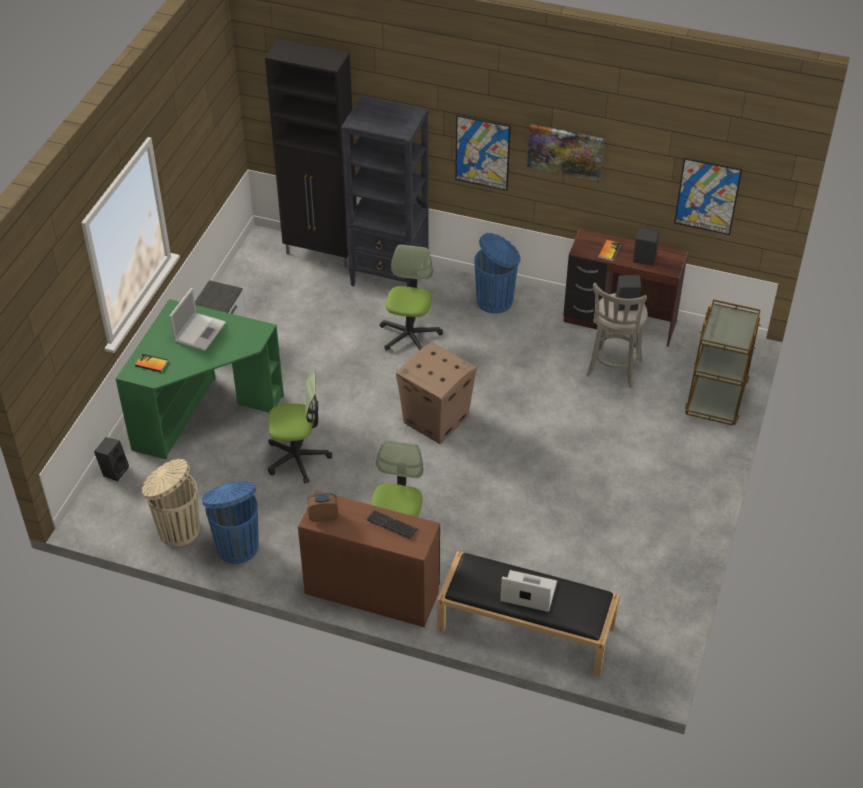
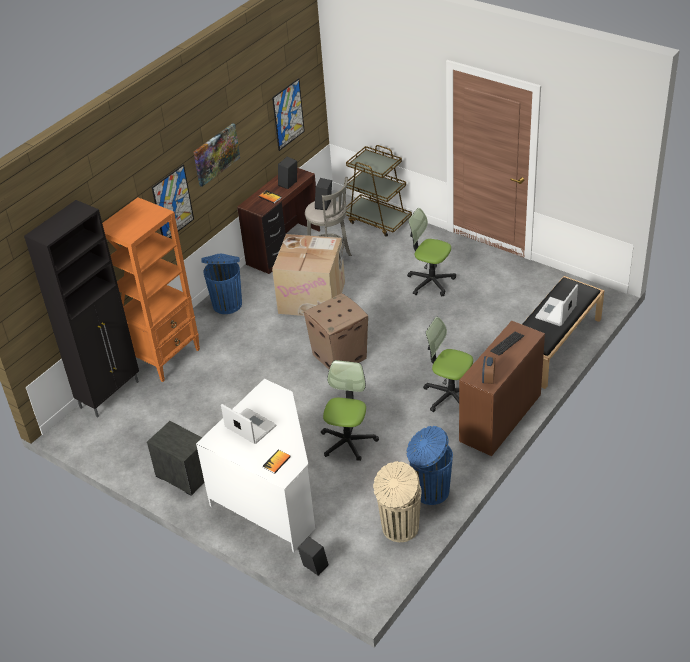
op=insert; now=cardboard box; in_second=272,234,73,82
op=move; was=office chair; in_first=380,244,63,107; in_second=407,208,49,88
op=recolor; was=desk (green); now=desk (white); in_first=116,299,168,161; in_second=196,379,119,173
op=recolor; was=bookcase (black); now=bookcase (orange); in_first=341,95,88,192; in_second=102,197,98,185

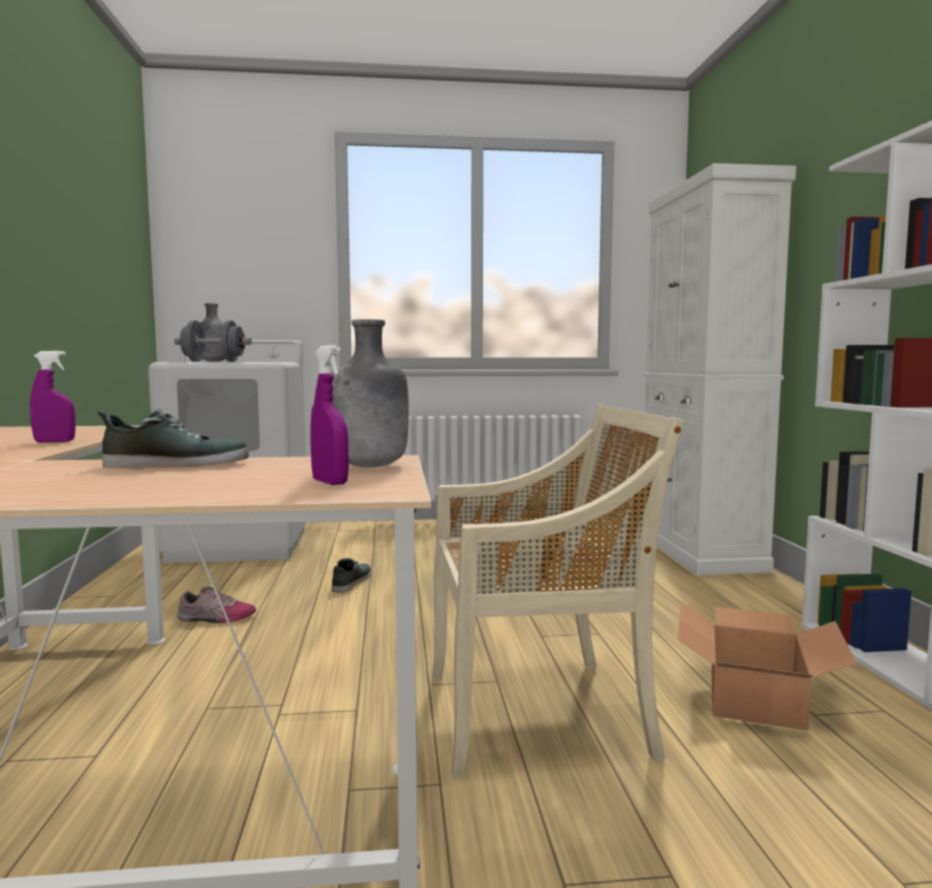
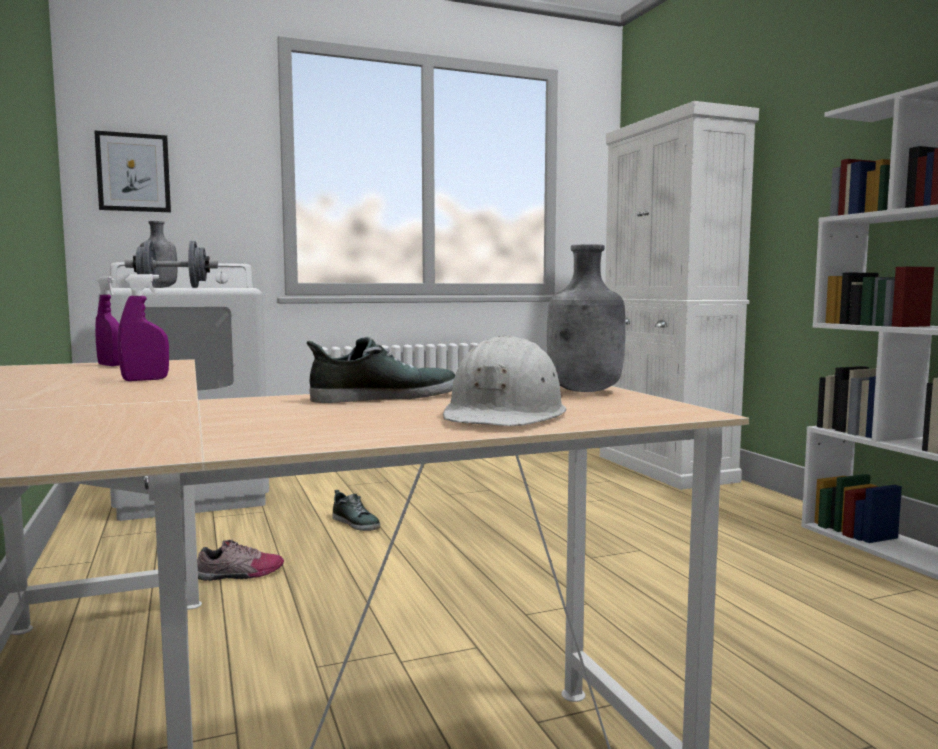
op=delete; was=chair (beige); in_first=432,404,253,374
op=delete; was=cardboard box; in_first=678,603,179,128
op=insert; now=picture; in_second=94,130,77,82
op=insert; now=hard hat (white); in_second=443,335,123,91
op=move; was=spray bottle (purple); in_first=310,345,39,140; in_second=95,276,25,90
op=rotate; was=shoe; in_first=332,558,39,35; in_second=332,490,48,41; clockwise=135

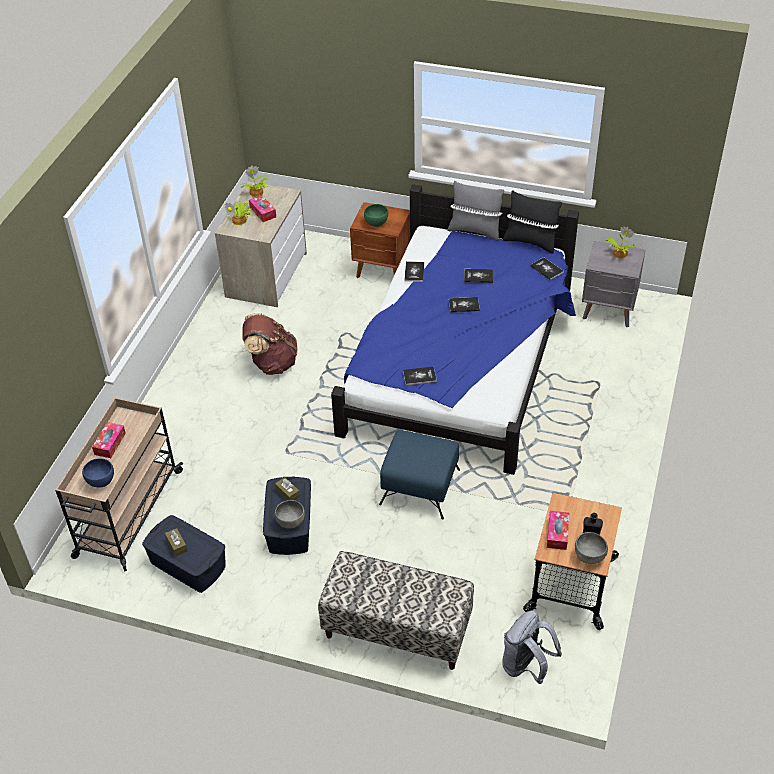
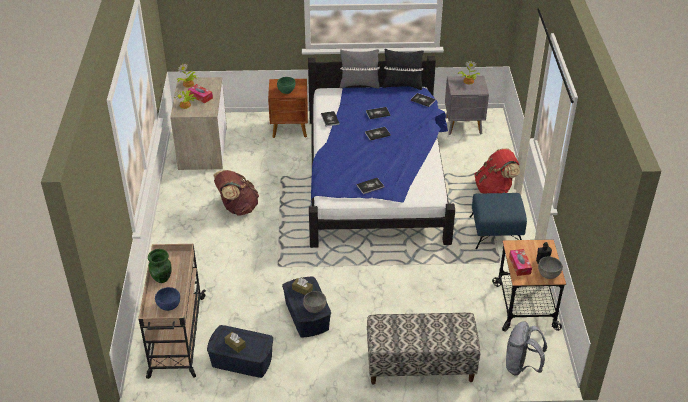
op=insert; now=backpack (red); in_second=474,148,46,45
op=move; was=ottoman (blue); in_first=379,430,81,89; in_second=470,193,57,56
op=replace; was=tissue box; now=vase (green); in_first=92,422,34,36; in_second=148,249,23,34

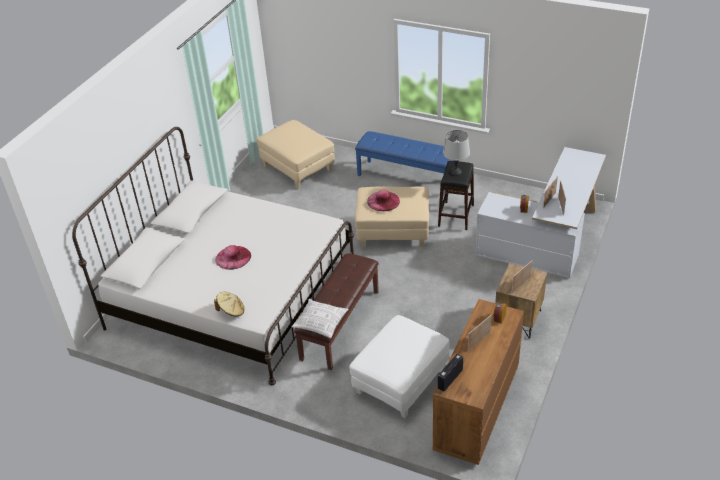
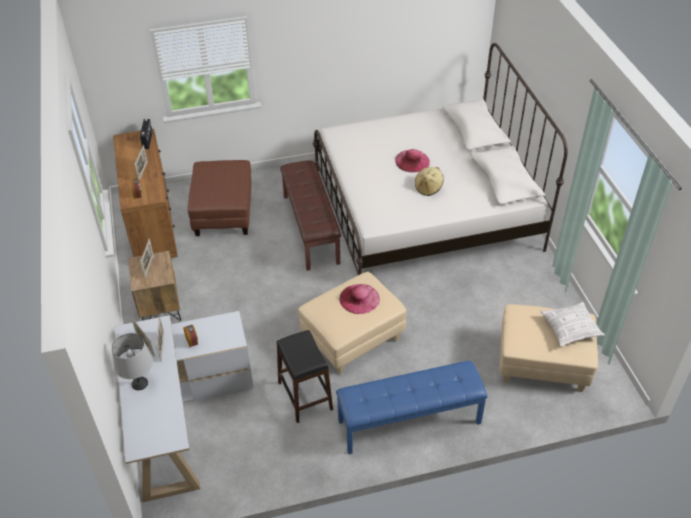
op=move; was=hat (beige); in_first=214,292,31,25; in_second=415,167,29,29
op=move; was=pillow; in_first=292,299,57,39; in_second=540,302,65,45
op=move; was=table lamp (grey); in_first=443,130,27,45; in_second=112,333,41,57
op=recolor; was=ottoman (white); now=ottoman (brown); in_first=349,315,100,103; in_second=188,160,63,76

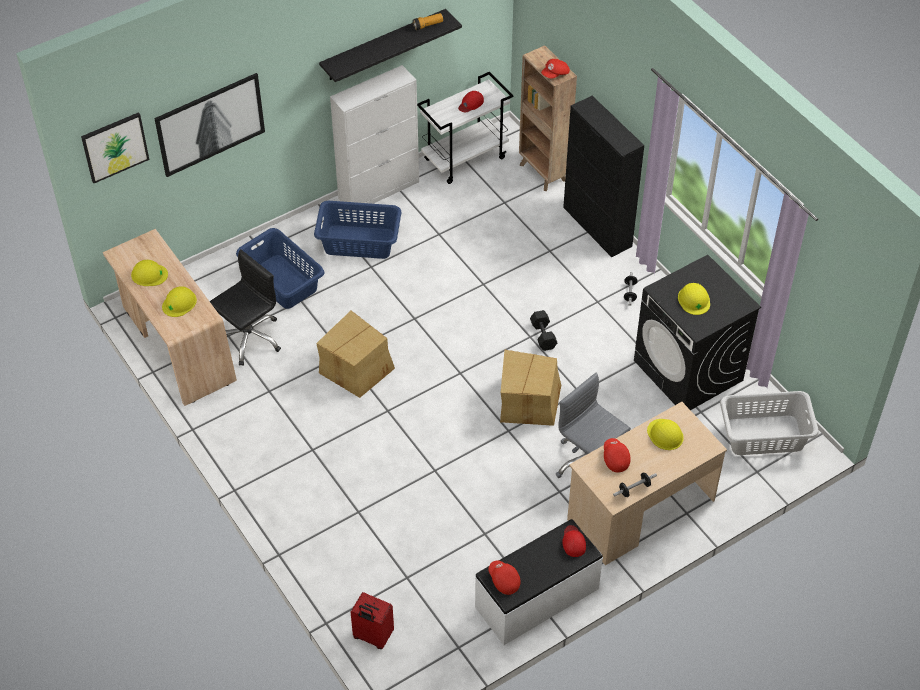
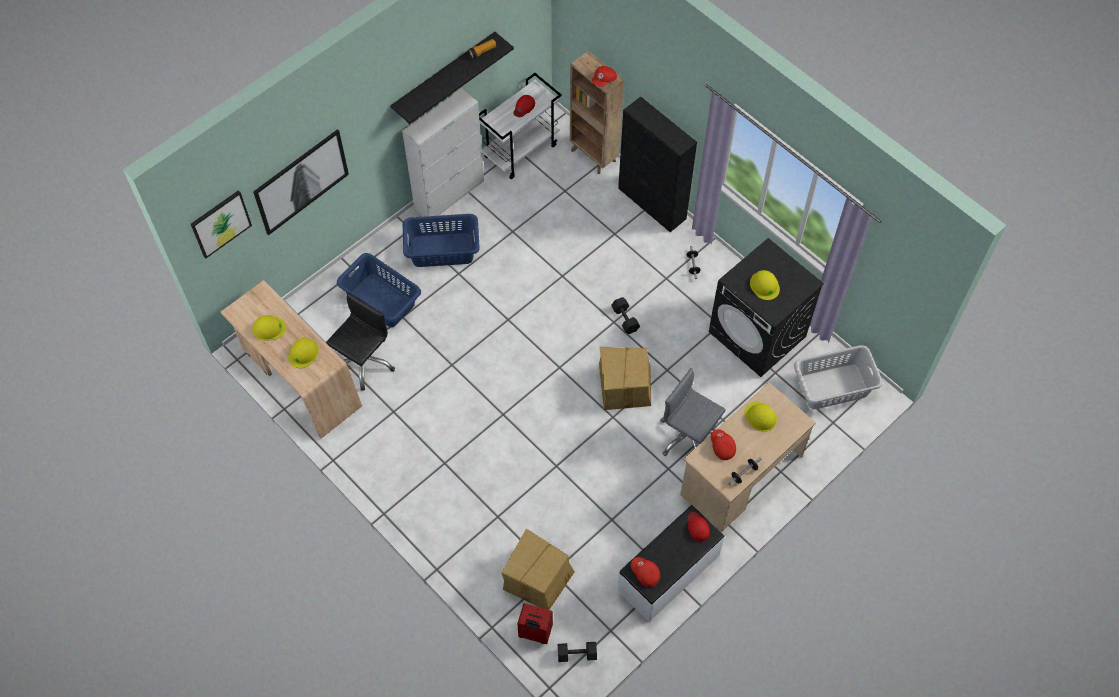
op=insert; now=dumbbell (black); in_second=558,642,39,20
op=move; was=cardboard box; in_first=316,311,79,87; in_second=502,529,72,81

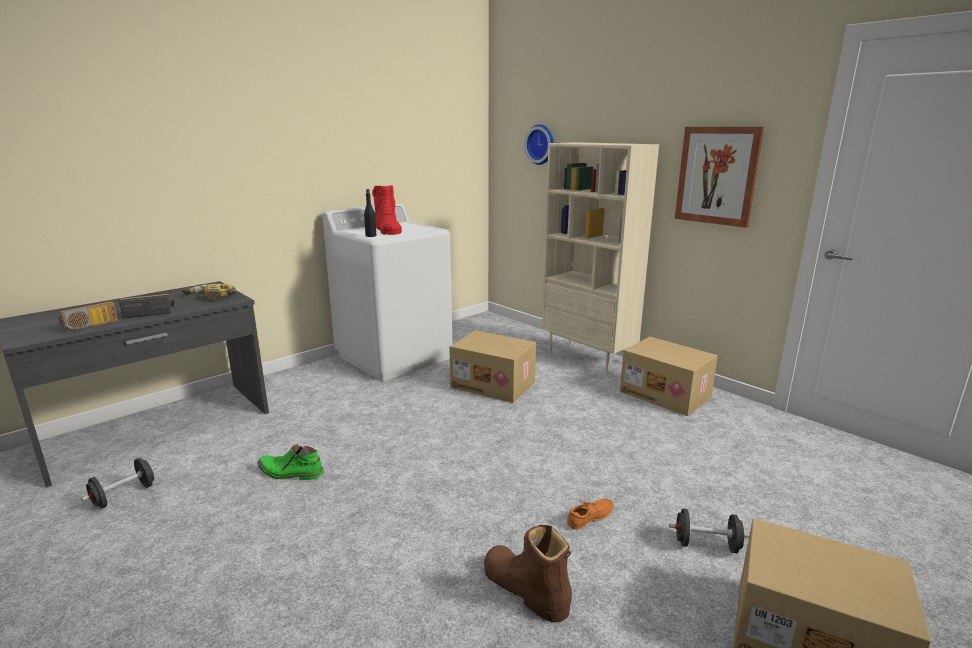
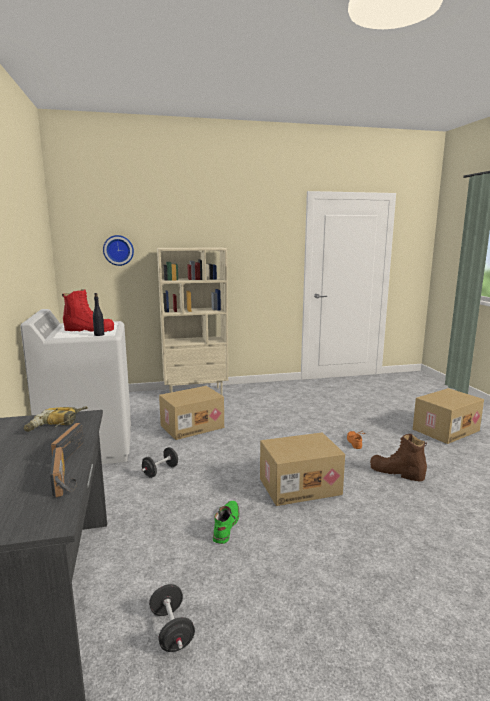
op=delete; was=picture; in_first=675,127,90,101
op=move; was=cardboard box; in_first=620,337,98,79; in_second=260,432,85,74
op=move; was=dumbbell (black); in_first=669,508,81,45; in_second=142,447,36,31
op=rotate; was=boot (green); in_first=258,444,66,36; in_second=213,501,26,43; clockwise=150
op=rotate; was=boot (brown); in_first=484,525,88,98; in_second=370,434,57,48; clockwise=45

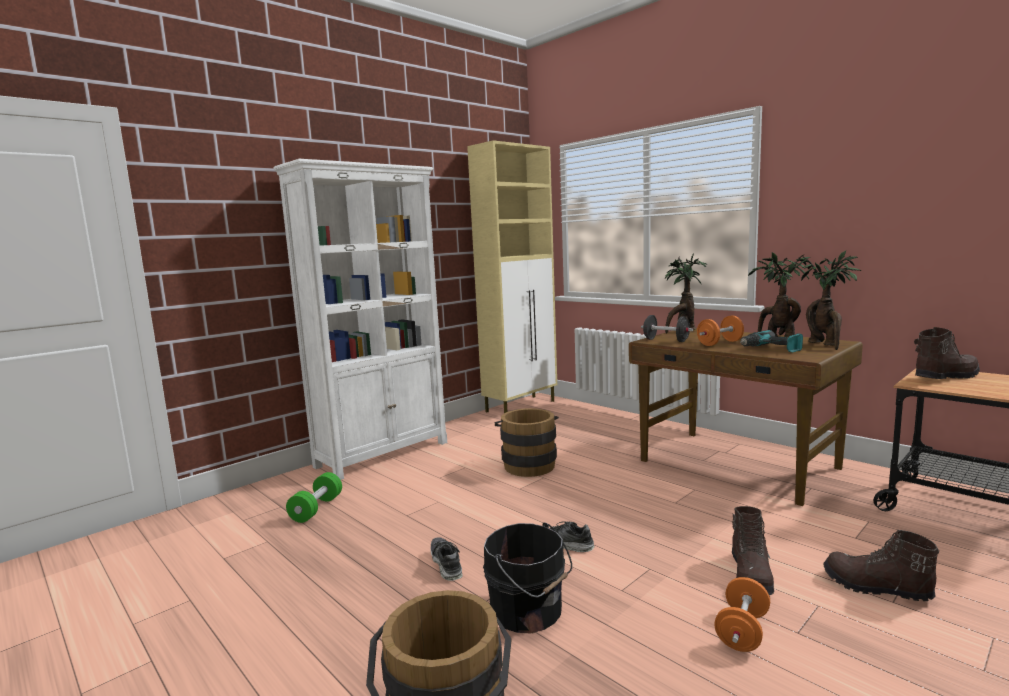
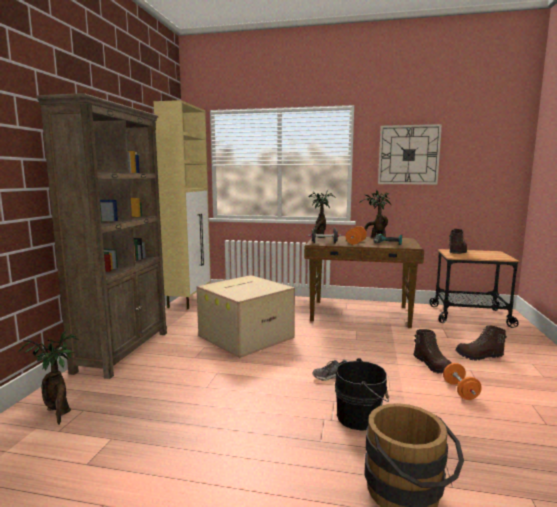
op=delete; was=dumbbell (green); in_first=286,472,56,51
op=delete; was=shoe; in_first=430,537,33,44
op=insert; now=wall clock; in_second=378,124,64,60
op=move; was=potted plant; in_first=794,250,67,100; in_second=18,331,61,94
op=replace; was=bucket (brown); now=cardboard box; in_first=495,408,64,69; in_second=196,275,99,83
op=recolor; was=bookcase (white); now=bookcase (brown); in_first=273,159,174,321; in_second=36,93,131,286

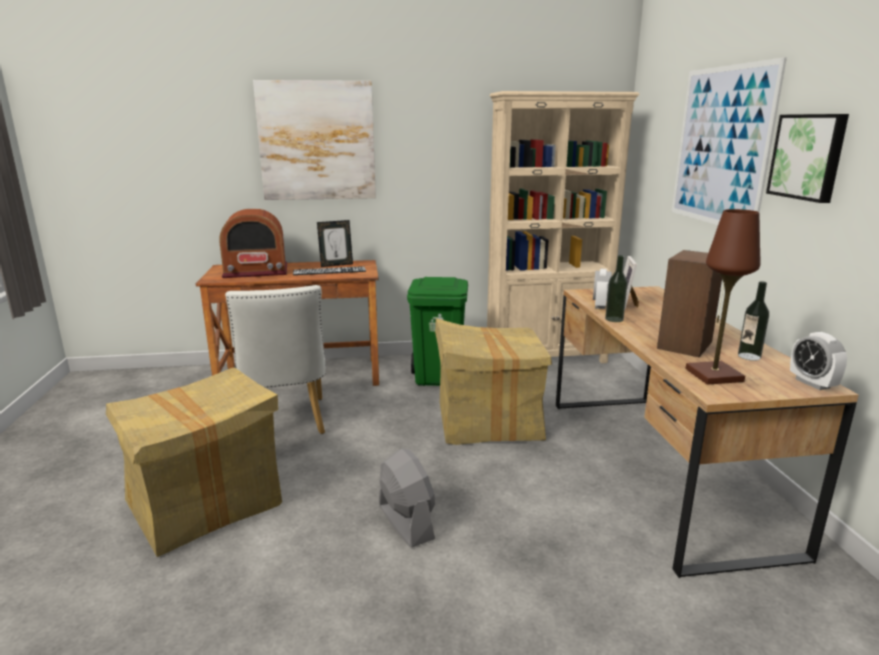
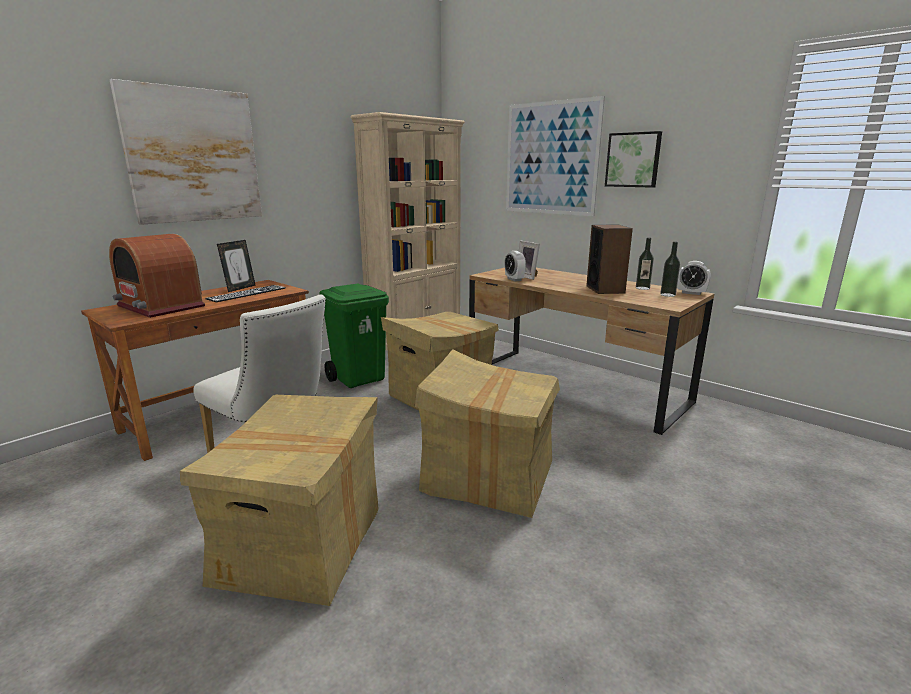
op=delete; was=table lamp (brown); in_first=686,209,74,176
op=move; was=bottle; in_first=605,255,23,67; in_second=660,242,20,55
op=replace; was=fan (grey); now=cardboard box; in_first=379,449,56,99; in_second=415,349,145,169
op=rotate; was=radio; in_first=219,209,68,69; in_second=109,234,96,84; clockwise=90

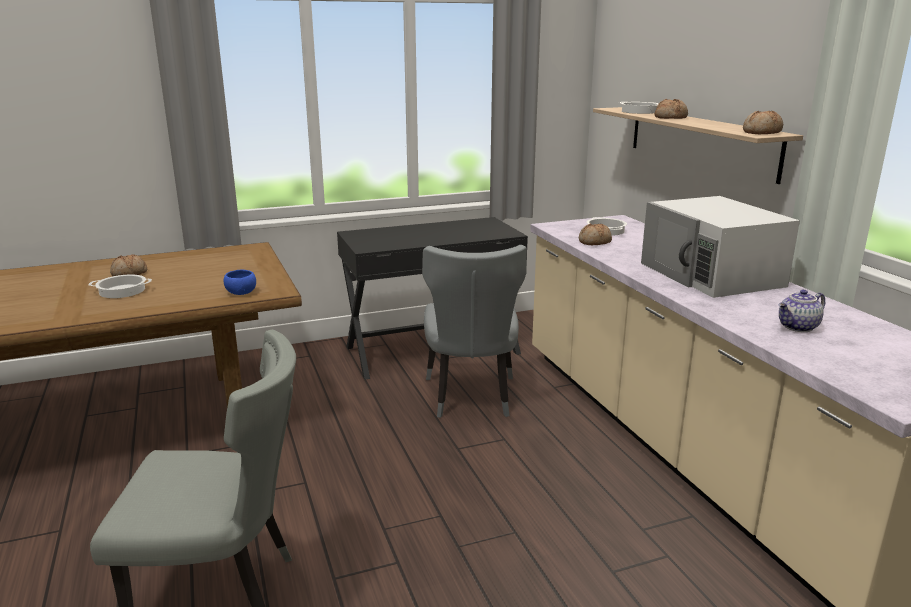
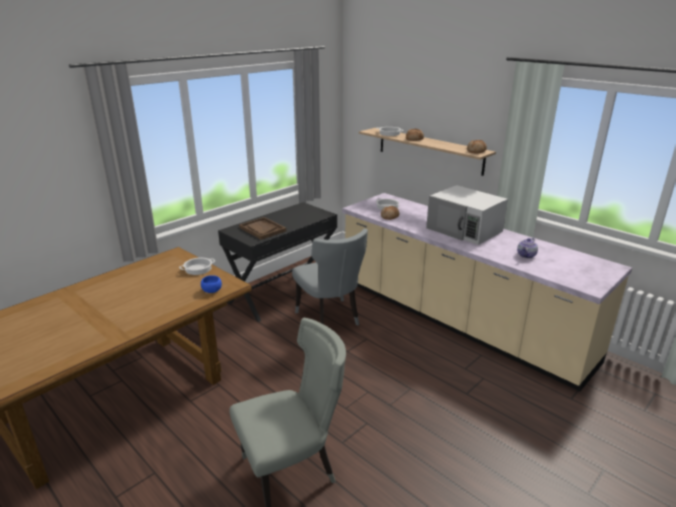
op=delete; was=bread; in_first=110,255,37,21
op=insert; now=tray (brown); in_second=239,217,47,23
op=move; was=cooking pot; in_first=88,274,64,24; in_second=179,258,36,17

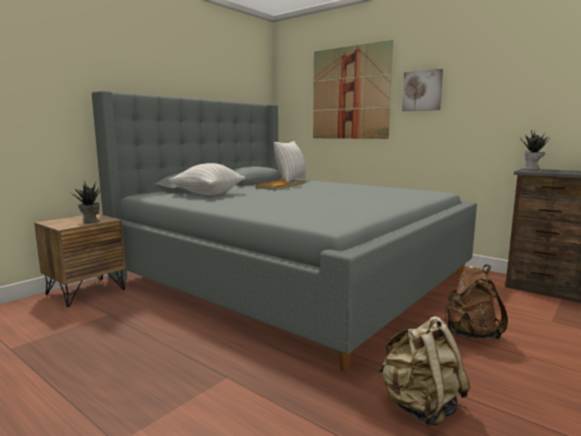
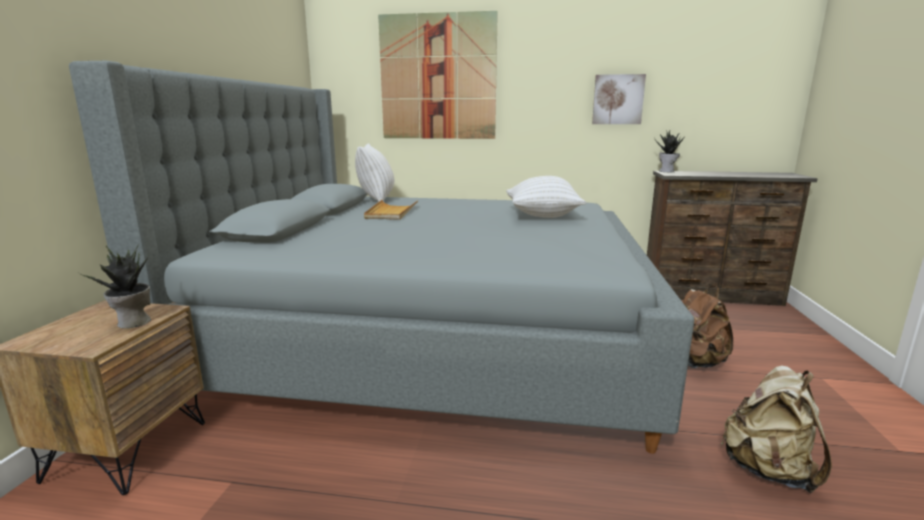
op=move; was=pillow (white); in_first=169,163,76,32; in_second=506,176,80,42
op=move; was=picture; in_first=402,69,41,42; in_second=592,74,54,50

